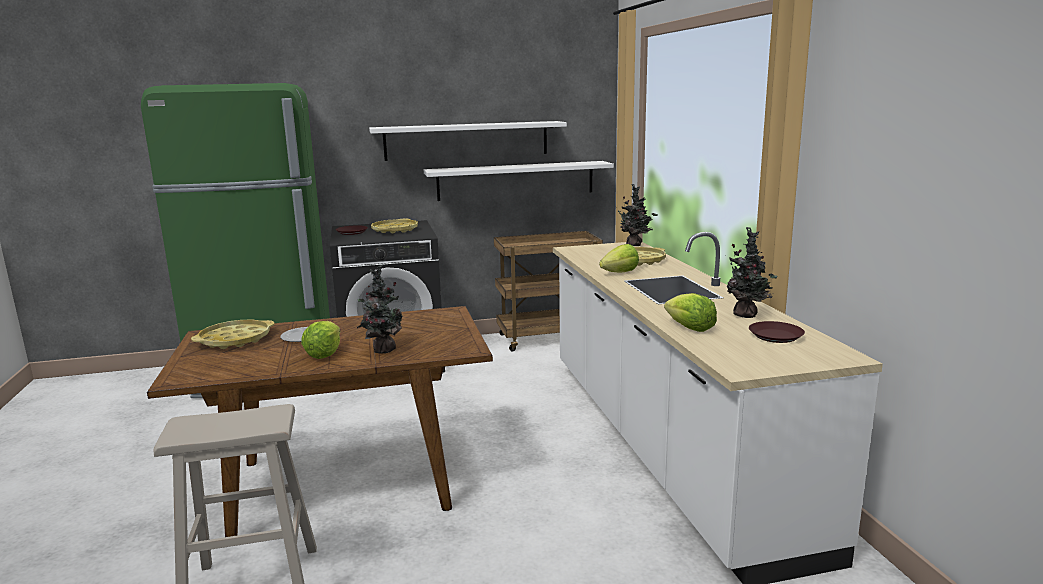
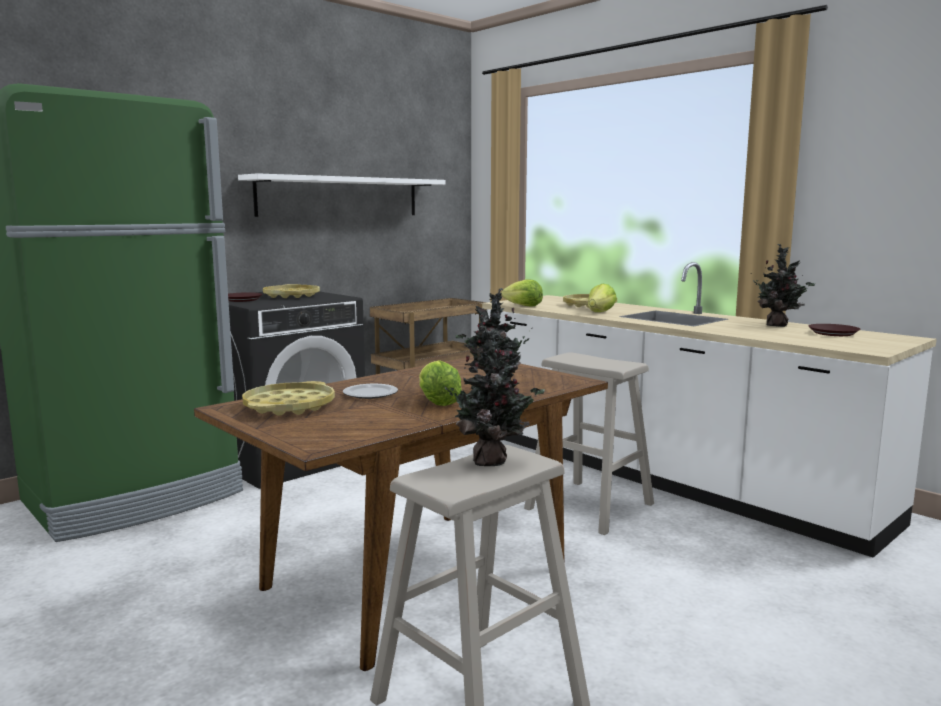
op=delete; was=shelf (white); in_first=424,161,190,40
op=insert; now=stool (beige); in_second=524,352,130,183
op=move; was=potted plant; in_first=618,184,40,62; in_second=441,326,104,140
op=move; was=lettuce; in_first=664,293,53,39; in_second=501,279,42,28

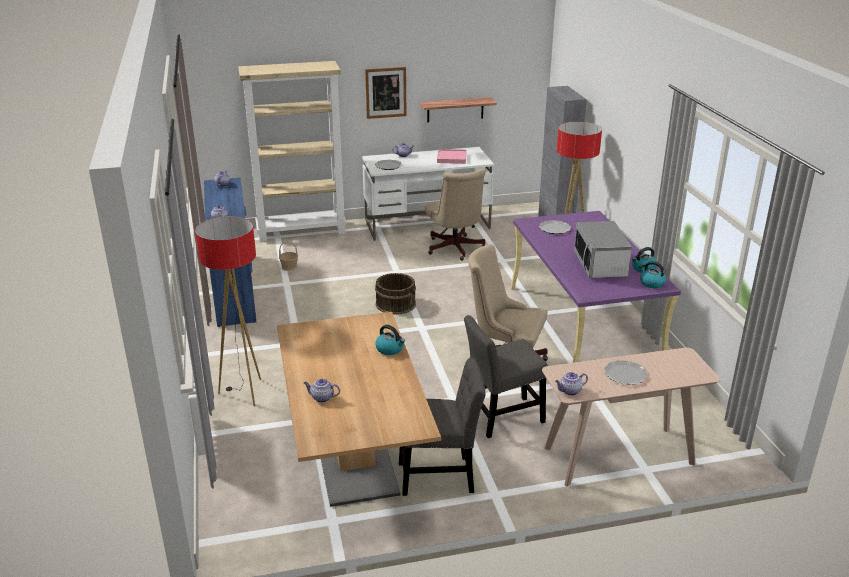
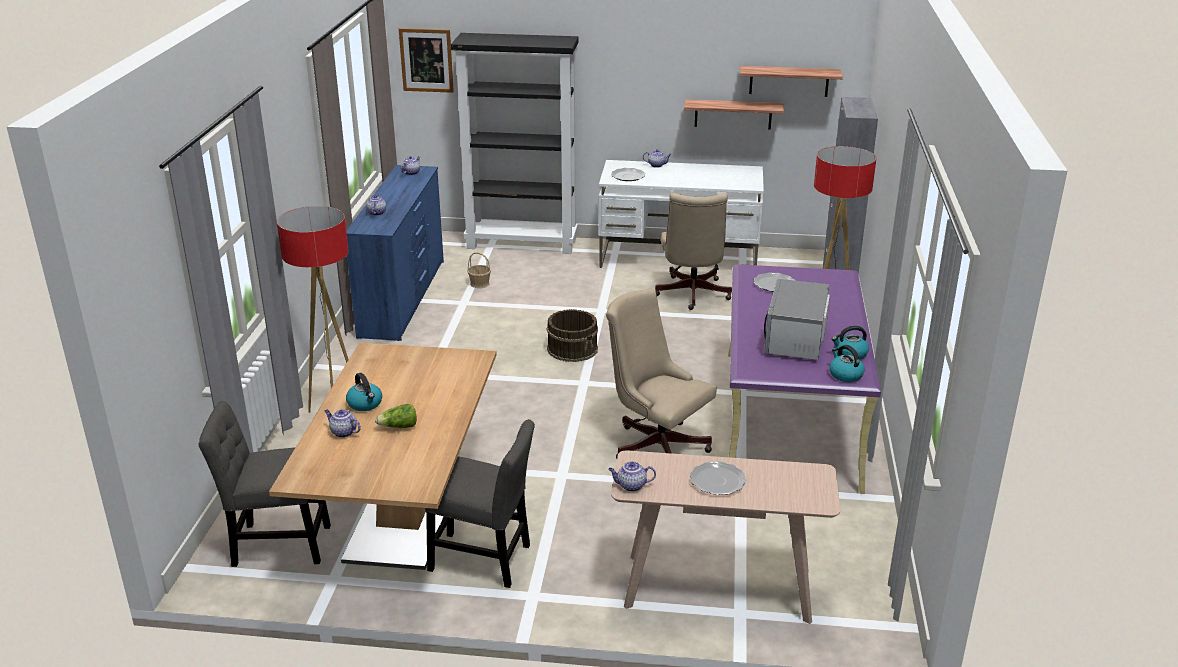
op=delete; was=tray (pink); in_first=437,149,29,15
op=insert; now=lettuce; in_second=375,404,42,24
op=insert; now=shelf; in_second=740,66,103,31
op=move; was=picture; in_first=365,67,42,52; in_second=399,28,55,65
op=move; was=kettle; in_first=375,325,30,30; in_second=346,373,36,38
op=move; was=chair (grey); in_first=464,315,84,123; in_second=199,401,132,166
op=recolor; was=bookcase (beige); now=bookcase (black); in_first=238,61,108,181; in_second=451,33,128,221

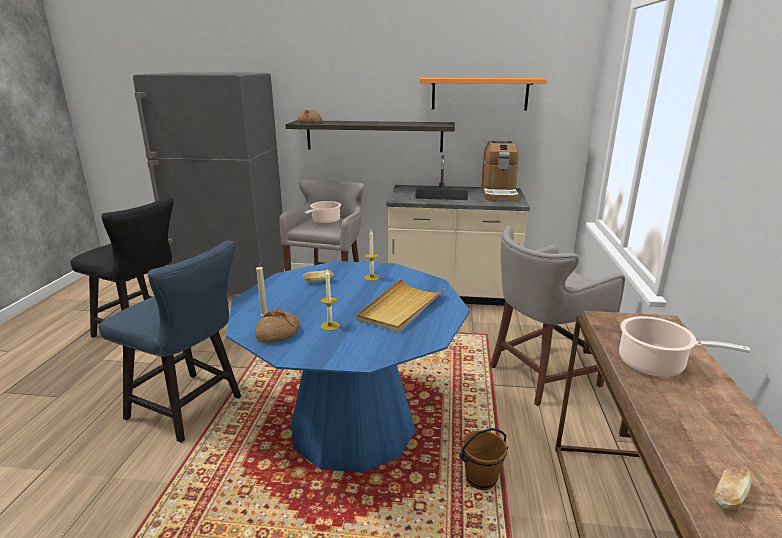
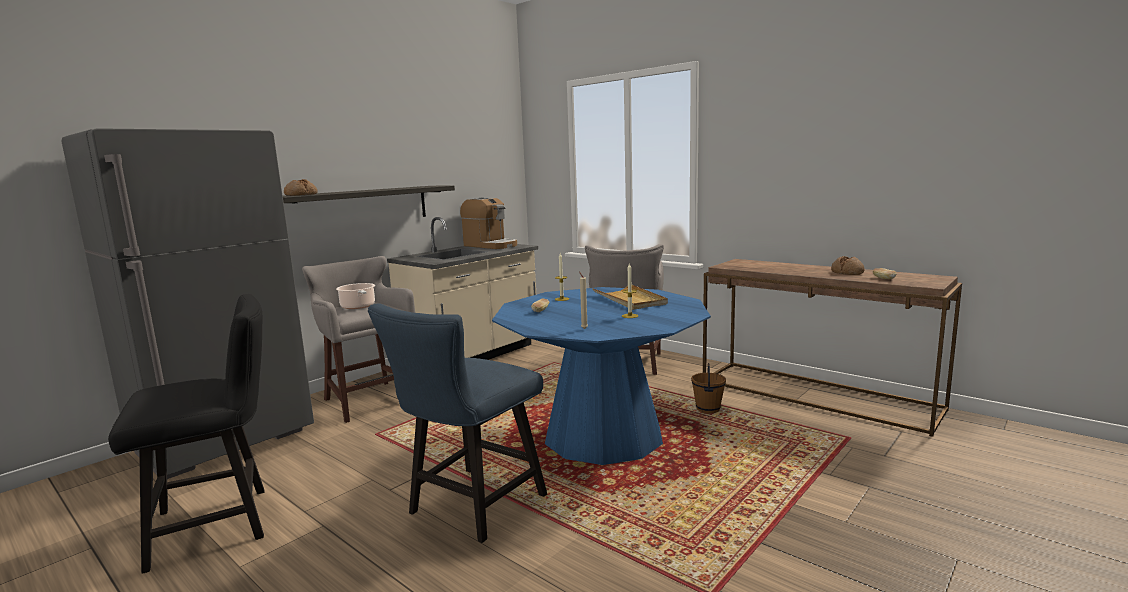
op=delete; was=shelf (orange); in_first=419,78,128,32
op=delete; was=cooking pot; in_first=619,316,131,61
op=move; was=bread; in_first=255,310,44,33; in_second=831,256,34,19
op=rotate; was=chair (blue); in_first=99,241,142,202; in_second=368,304,179,239; clockwise=150

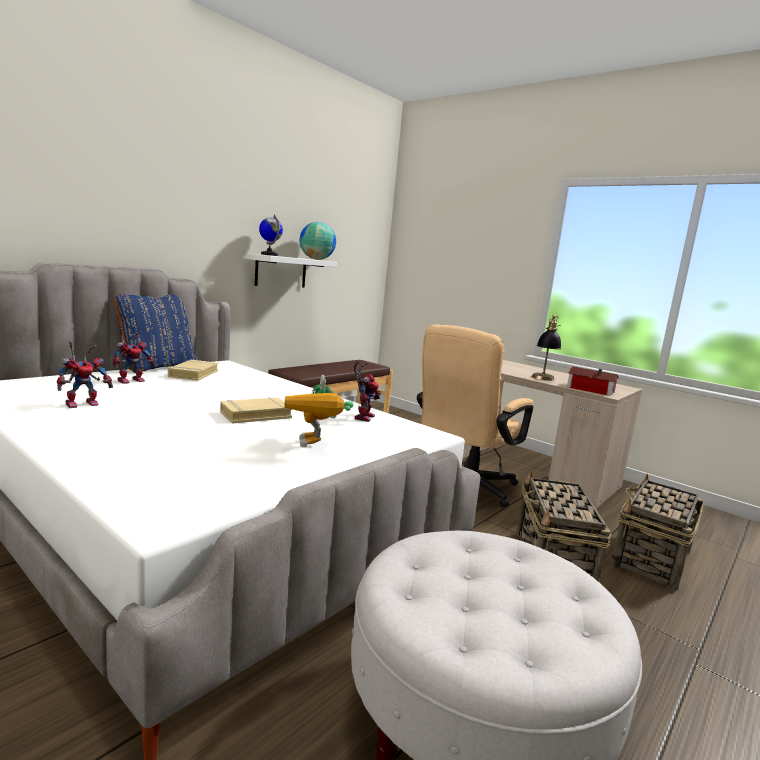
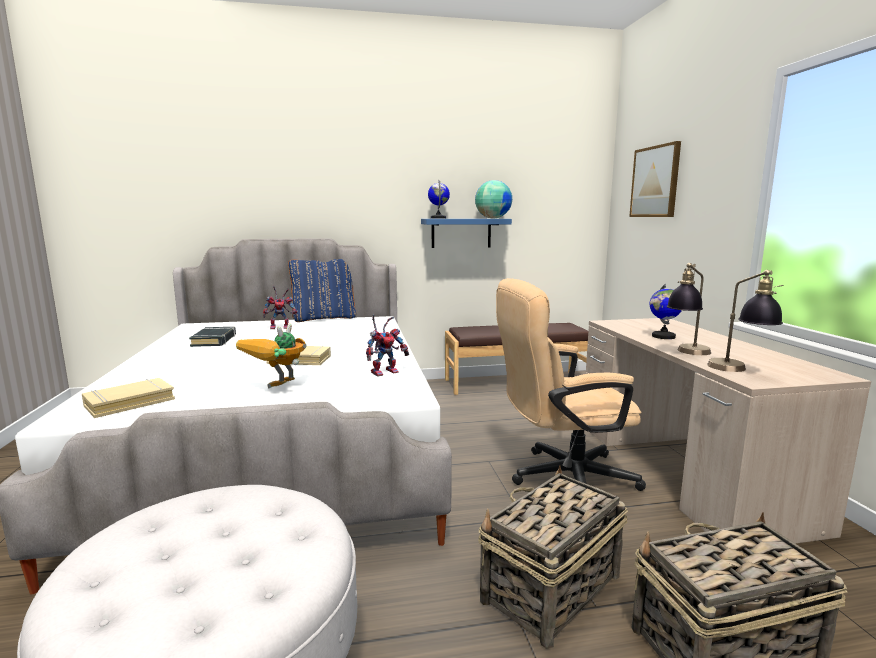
op=insert; now=picture; in_second=629,141,52,76
op=insert; now=globe; in_second=650,284,32,55
op=move; was=book (beige); in_first=168,360,50,21; in_second=82,378,93,40
op=replace; was=toy robot; now=book (black); in_first=57,341,56,67; in_second=189,327,47,20
op=replace; was=toy house; now=table lamp; in_first=567,366,52,30; in_second=707,270,76,102
op=recolor; was=shelf (white); now=shelf (blue); in_first=246,253,91,35; in_second=421,219,91,29

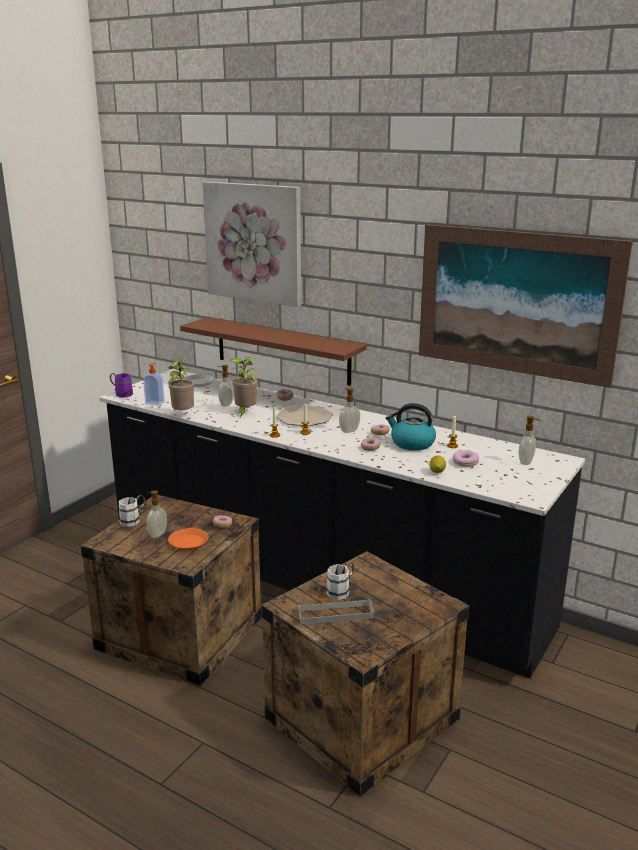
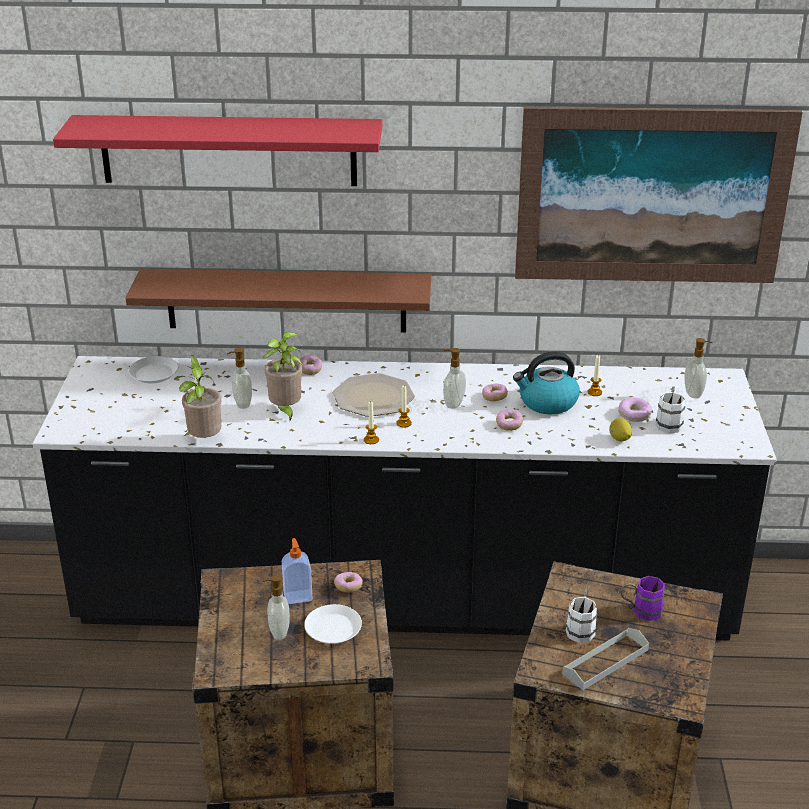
op=move; was=mug (purple); in_first=110,373,23,25; in_second=621,576,44,45
op=move; was=mug (white); in_first=119,495,26,32; in_second=655,387,30,47
op=move; was=soap dispenser; in_first=143,363,22,43; in_second=282,538,31,67
op=replace; was=picture; now=shelf (red); in_first=202,181,99,126; in_second=53,115,330,71
op=recolor; was=plate (orange); now=plate (white); in_first=168,528,41,22; in_second=304,604,58,40

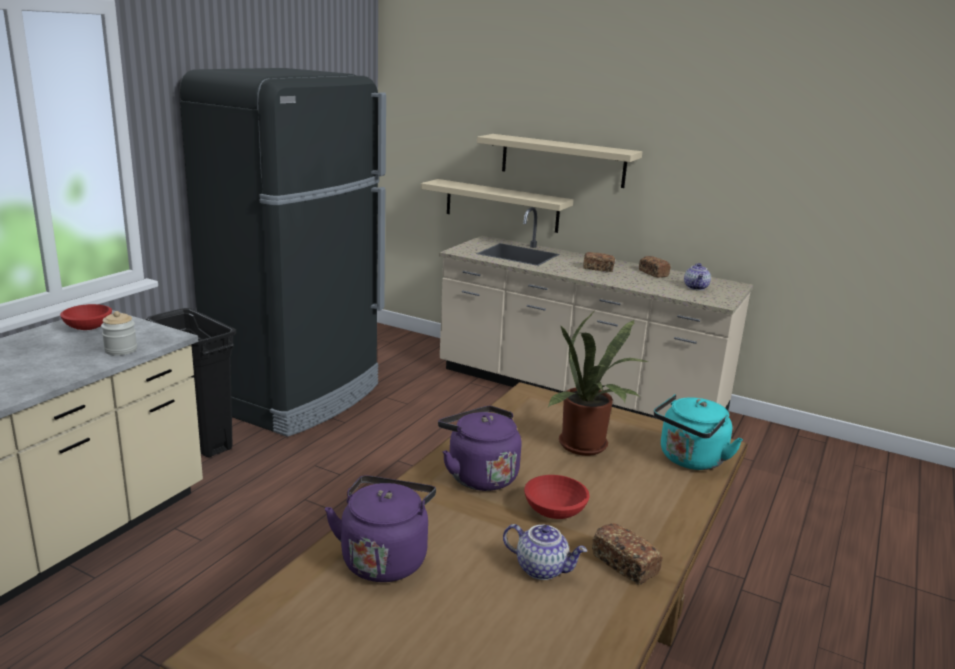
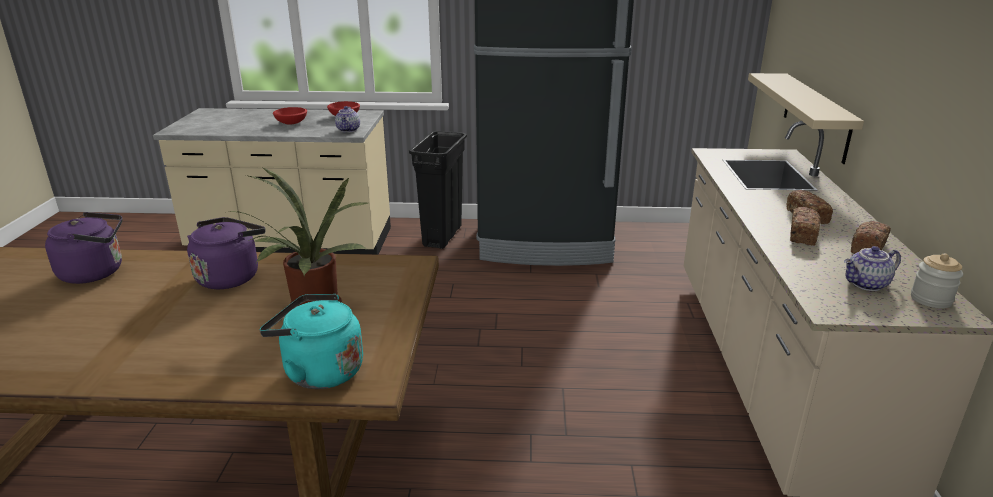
op=delete; was=shelf (beige); in_first=477,134,165,54
op=move; was=jar; in_first=101,311,36,45; in_second=911,253,52,55
op=move; was=teapot; in_first=503,524,84,56; in_second=335,106,25,26
op=move; was=bowl (red); in_first=524,475,66,44; in_second=273,107,34,18
op=move; was=bread; in_first=592,523,71,62; in_second=790,207,30,38

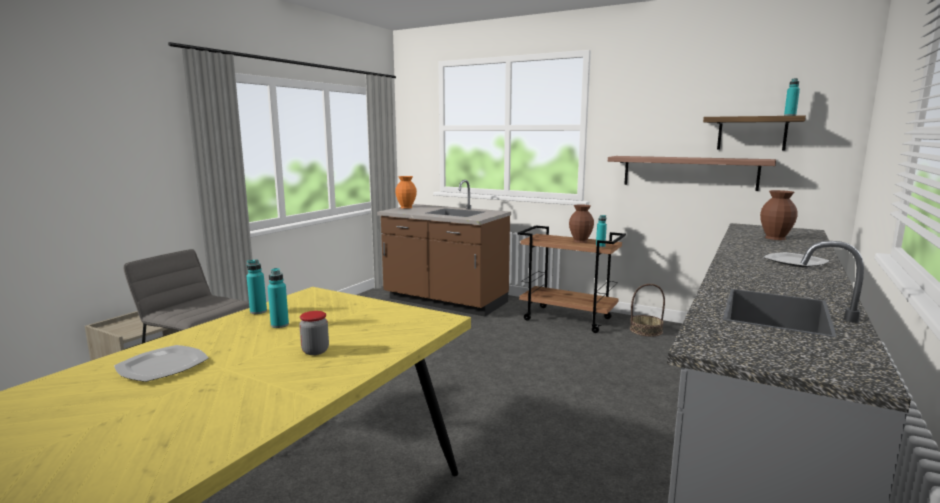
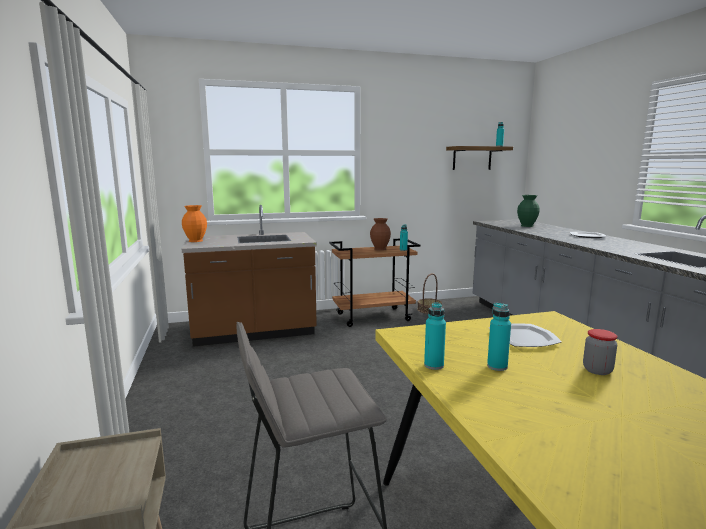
op=delete; was=shelf; in_first=608,156,168,35
op=move; was=plate; in_first=114,345,95,37; in_second=489,323,73,24
op=recolor; was=vase (brown); now=vase (green); in_first=760,190,37,50; in_second=517,195,23,32

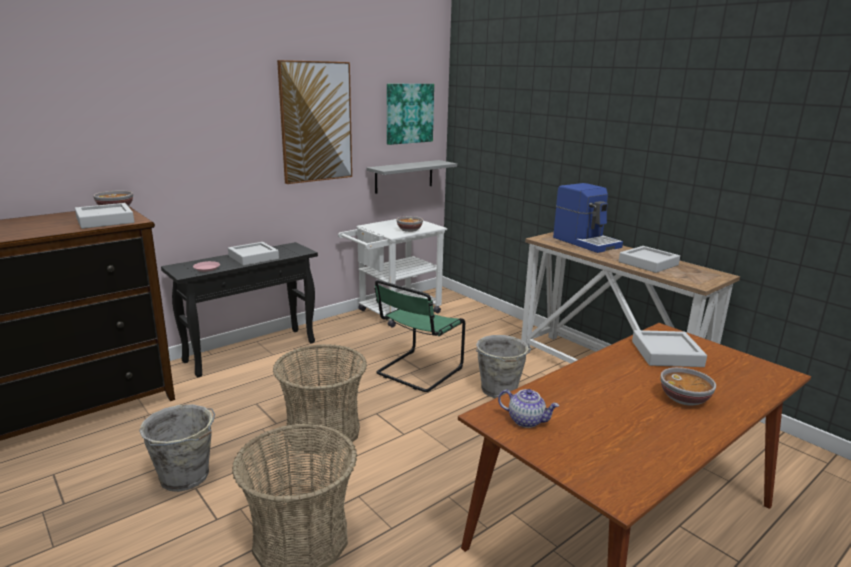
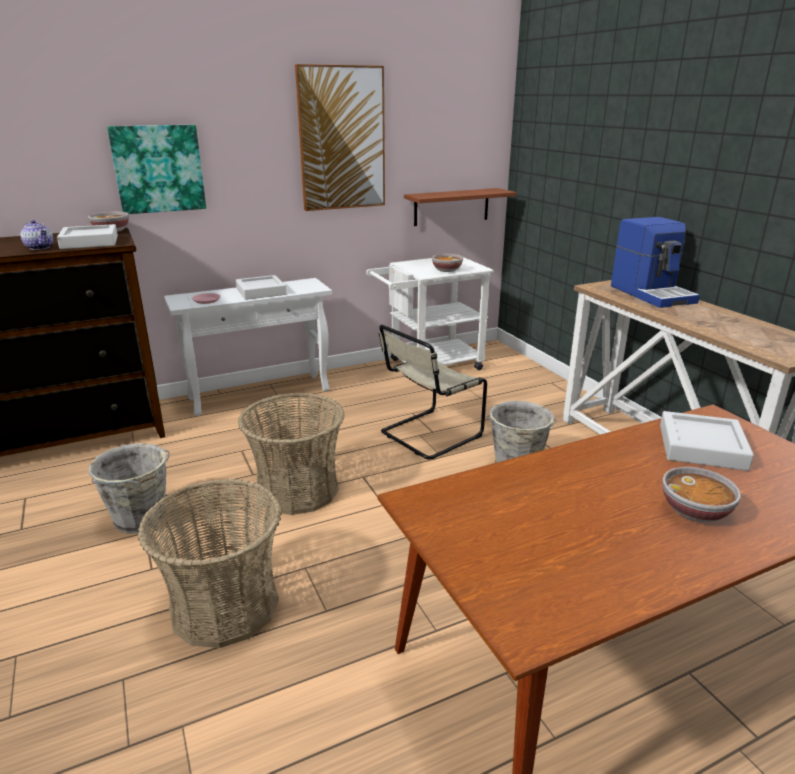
op=delete; was=tray (grey); in_first=619,246,61,27
op=move; was=picture; in_first=387,84,47,61; in_second=107,125,99,89
op=move; was=teapot; in_first=498,389,61,39; in_second=21,220,32,30
op=recolor; was=console table (black); now=console table (white); in_first=161,242,157,135; in_second=164,278,168,138
op=recolor; was=shelf (grey); now=shelf (brown); in_first=366,160,91,34; in_second=404,188,113,38
op=recolor; was=chair (green); now=chair (beige); in_first=374,280,91,112; in_second=379,325,108,134

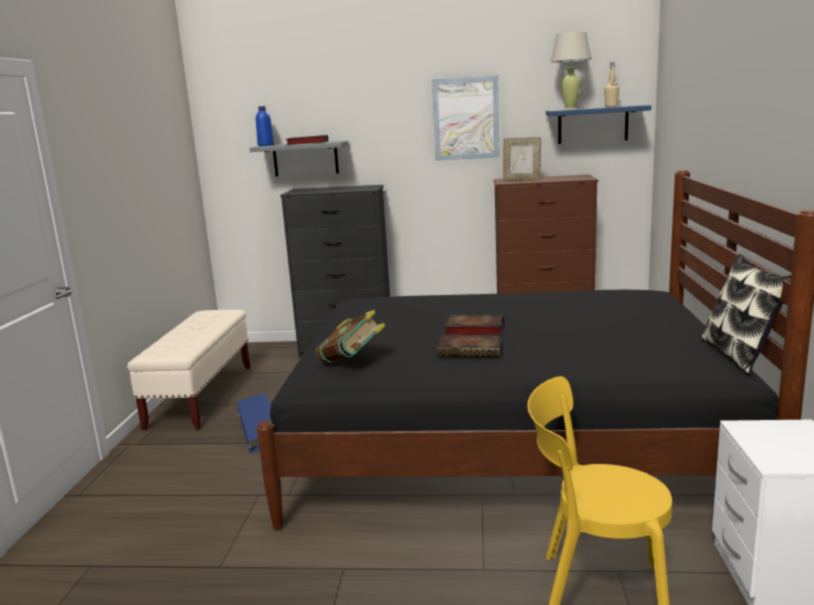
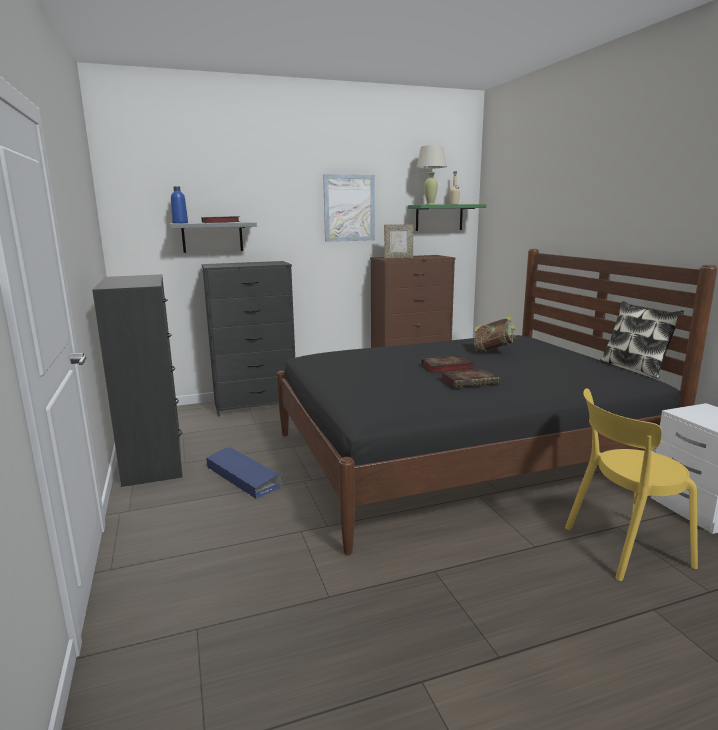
op=move; was=book; in_first=316,310,70,54; in_second=474,316,42,37
op=replace; was=bench (beige); now=dresser (black); in_first=127,310,124,120; in_second=92,274,90,213
op=recolor; was=shelf (blue); now=shelf (green); in_first=546,105,105,39; in_second=408,204,78,27

